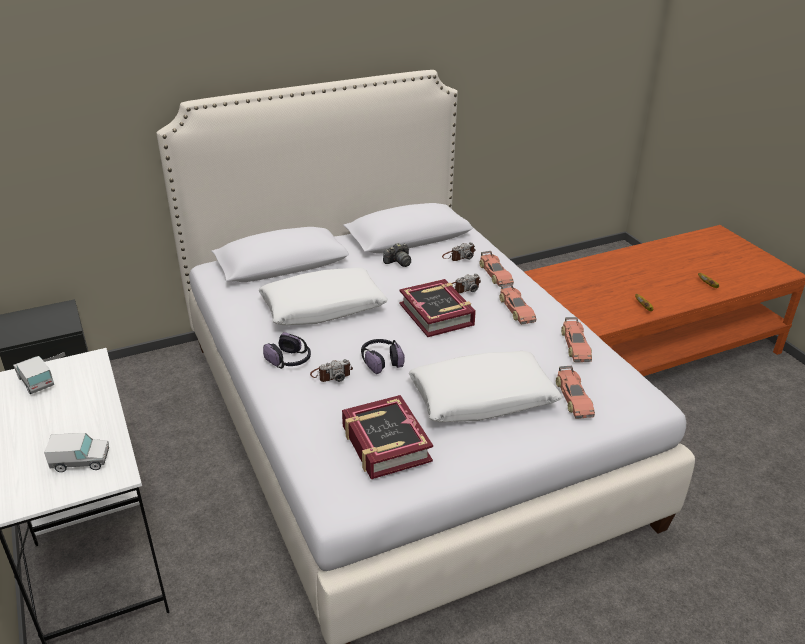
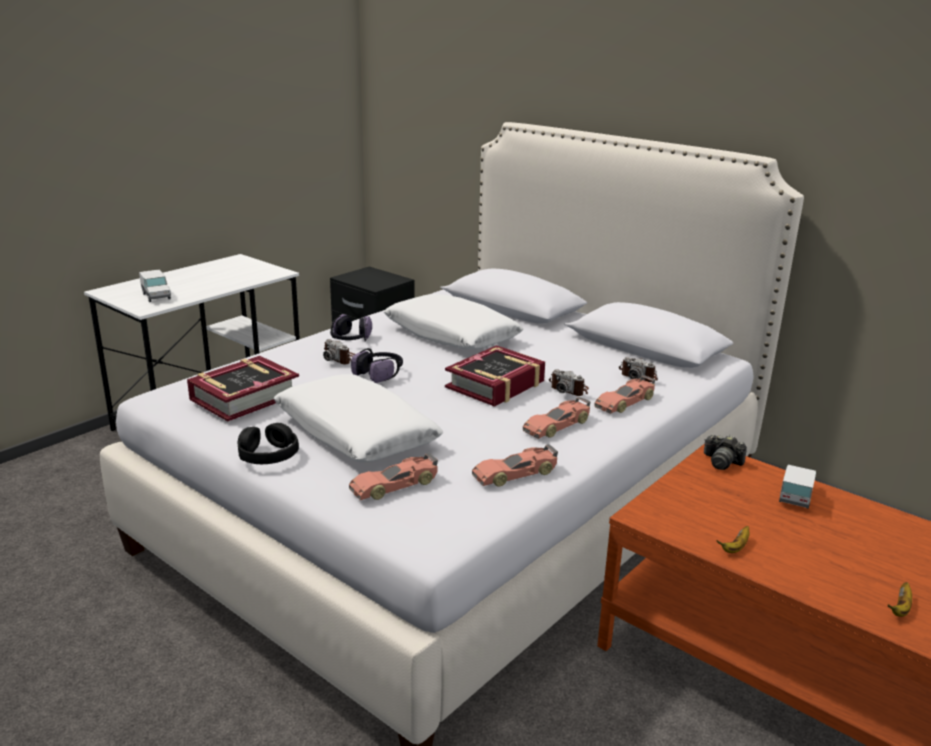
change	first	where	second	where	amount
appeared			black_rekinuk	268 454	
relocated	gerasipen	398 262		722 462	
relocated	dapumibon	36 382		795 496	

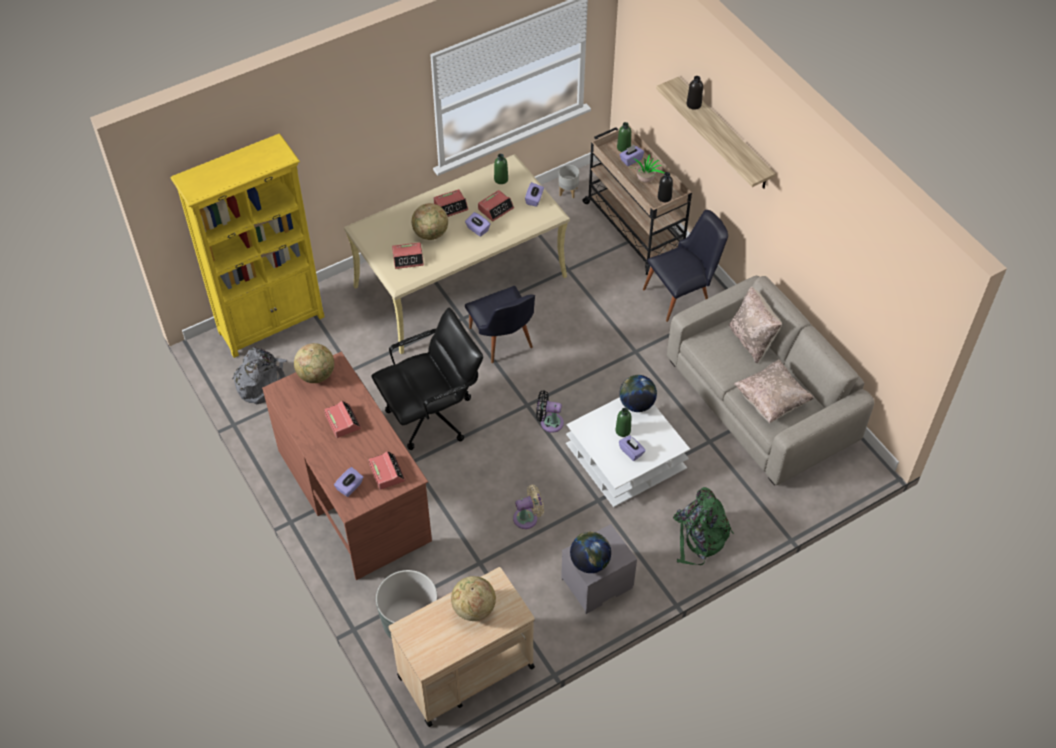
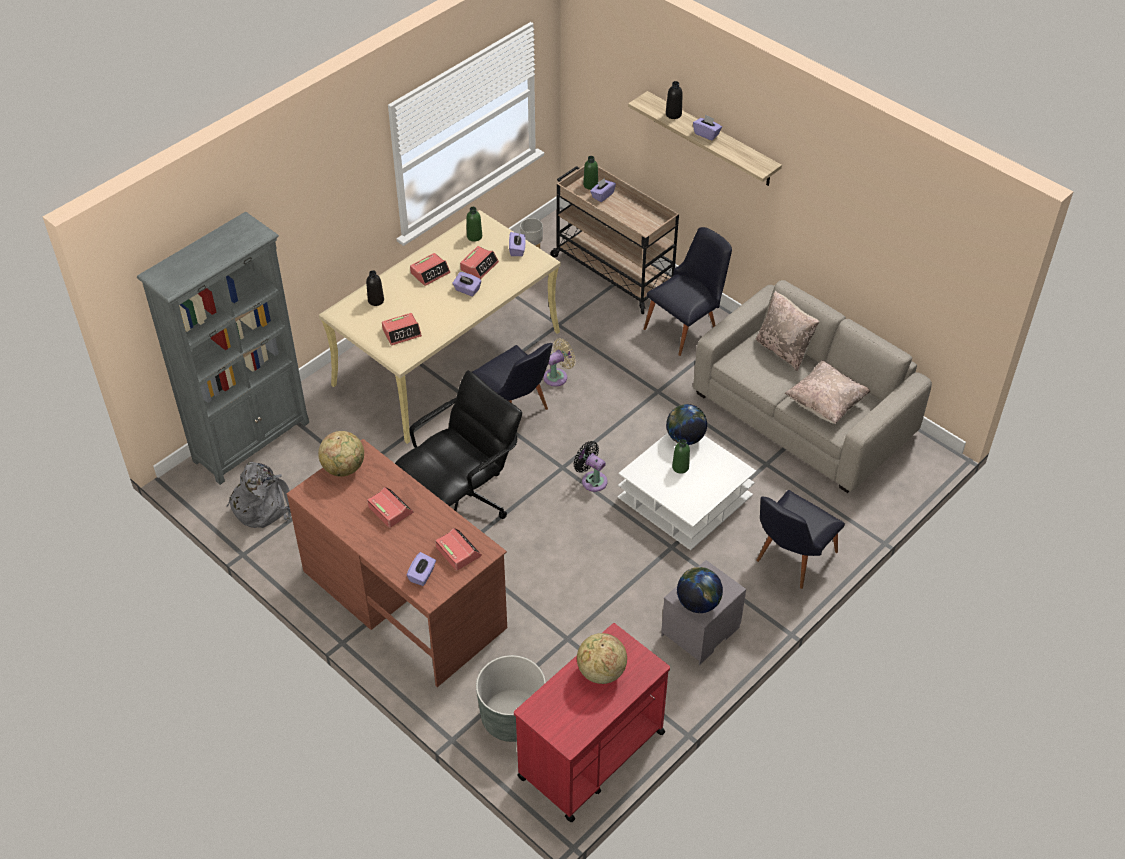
change	first	where	second	where	amount
colour	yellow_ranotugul	272 324	grey_ranotugul	252 441	
relocated	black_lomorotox	664 197		376 300	
colour	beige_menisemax	465 672	red_menisemax	590 755	
relocated	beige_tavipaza	528 517		558 376	
spun	black_tavipaza	549 422		592 480	45 degrees clockwise
relocated	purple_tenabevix	631 452		706 134	
exchanged	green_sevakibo	699 536	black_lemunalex	790 560	
missing	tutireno	431 234			
missing	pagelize	645 181			

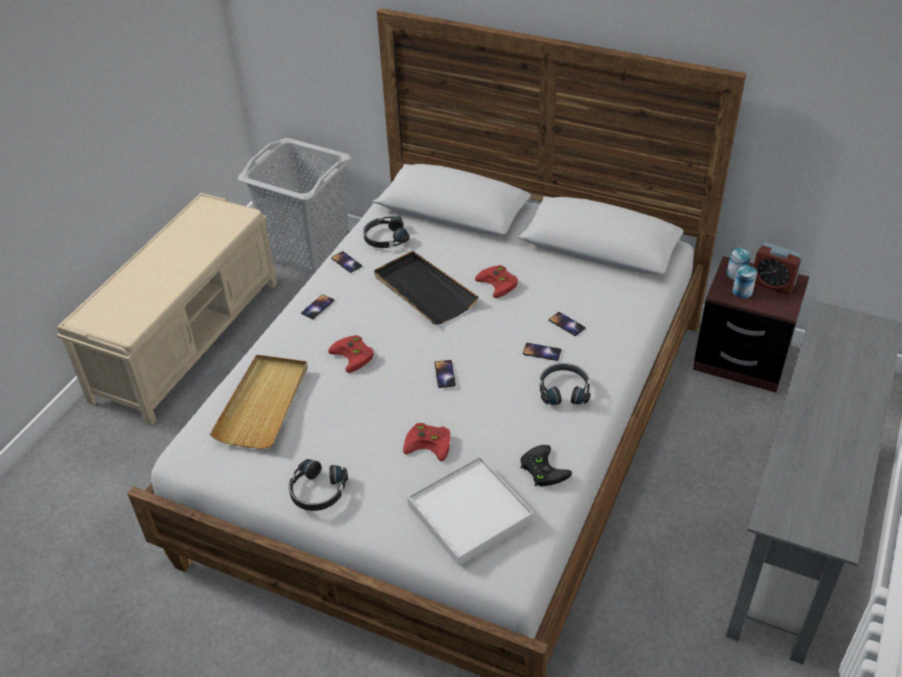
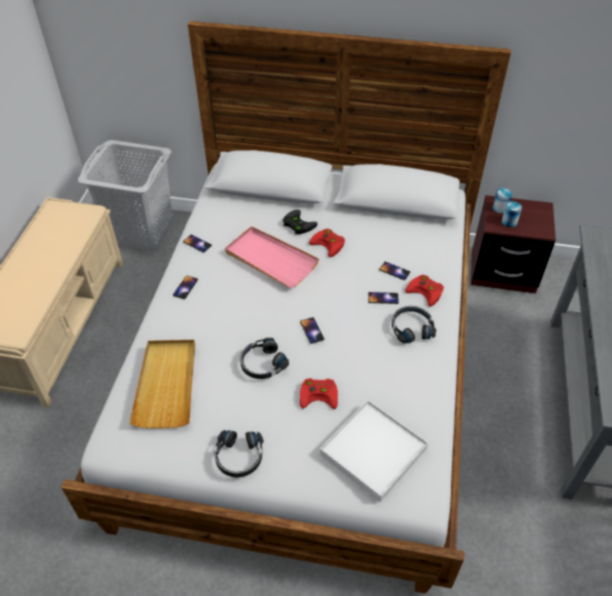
change	first	where	second	where	amount
colour	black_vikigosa	423 291	pink_vikigosa	270 259	
relocated	black_rekinuk	385 238		262 363	
relocated	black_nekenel	541 468		297 224	
relocated	red_nekenel	354 355		427 291	
missing	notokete	772 284			

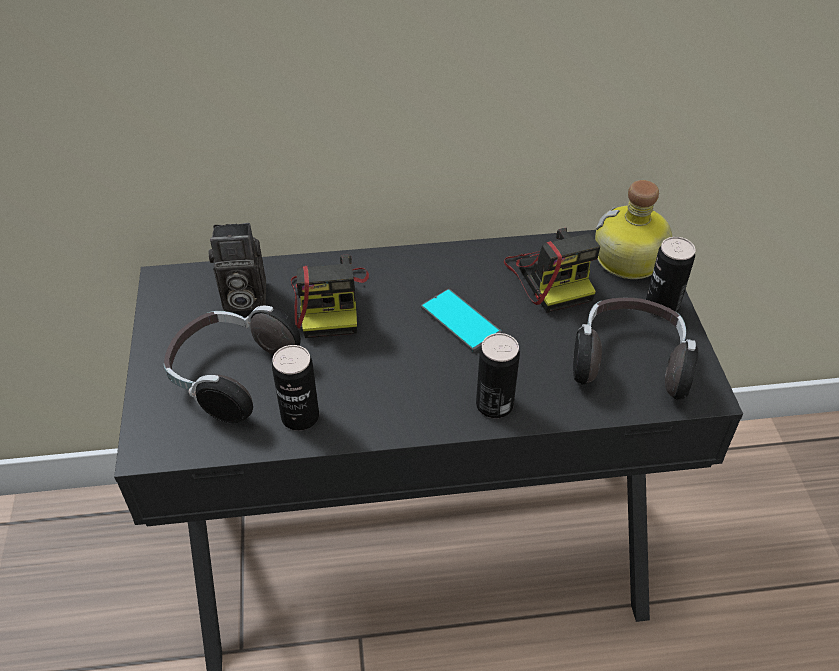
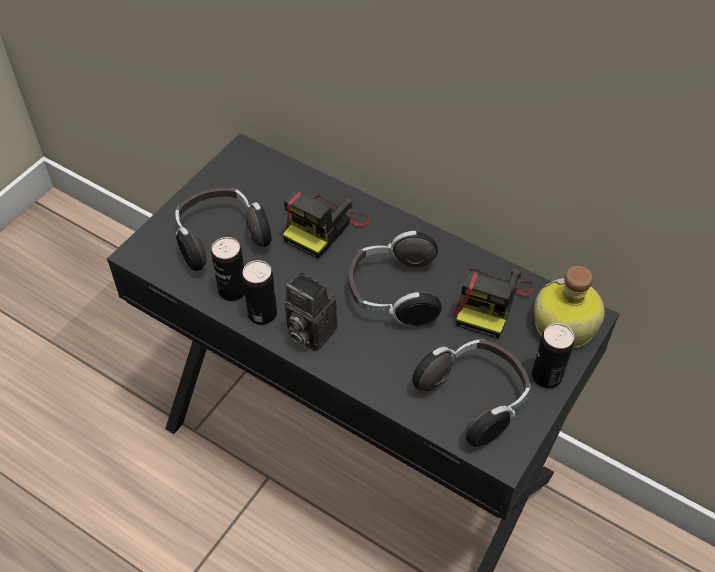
change	first	where	second	where	amount
relocated	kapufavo	494 405		262 313	
relocated	gerasipen	242 299		308 332	
exchanged	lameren	460 321	rekinuk	393 293	

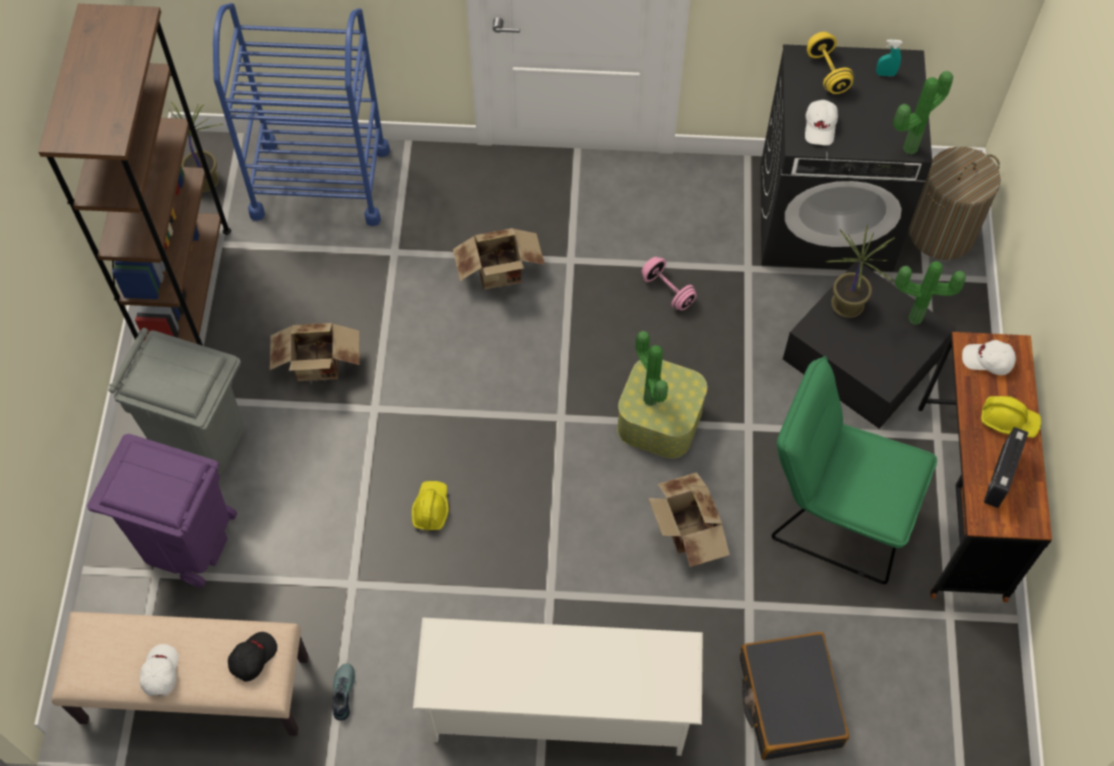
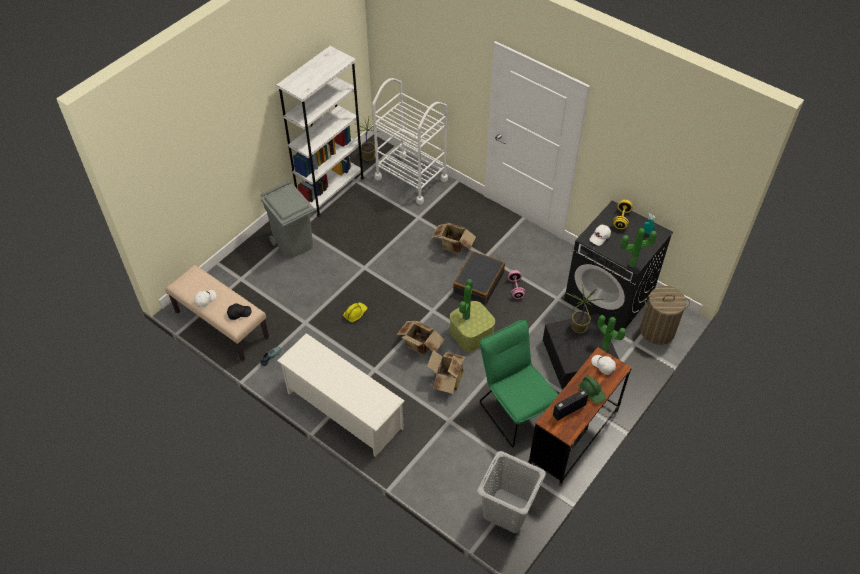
change	first	where	second	where	amount
colour	brown_ranotugul	186 289	white_ranotugul	330 190	
colour	blue_menisemax	320 182	white_menisemax	411 178	
relocated	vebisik	319 367		420 346	
relocated	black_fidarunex	789 701		478 283	
appeared			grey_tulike	507 510	
colour	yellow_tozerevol	1008 420	green_tozerevol	592 392	
missing	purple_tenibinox	186 542			

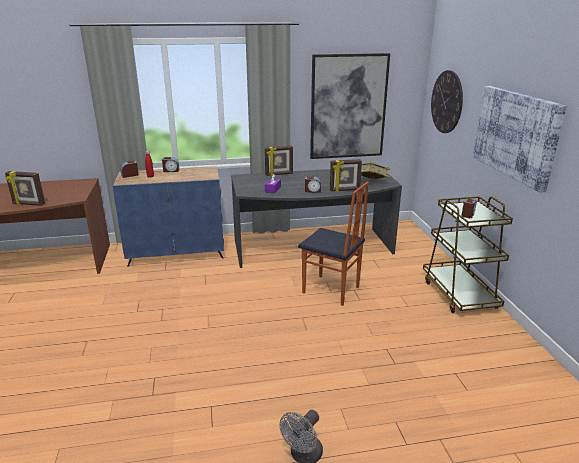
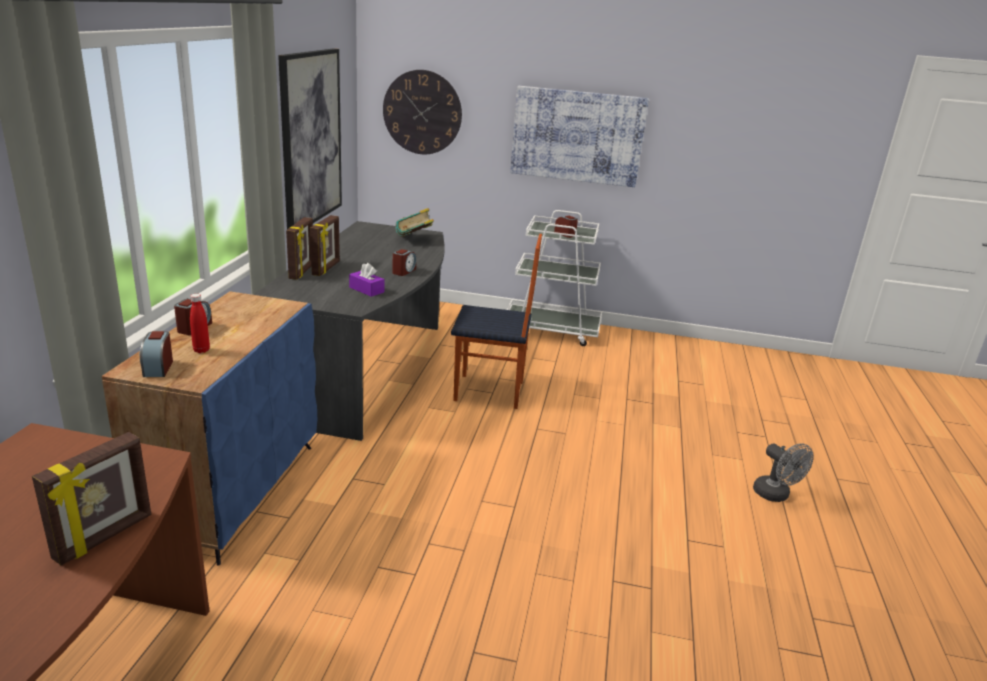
change	first	where	second	where	amount
relocated	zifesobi	344 190		326 268	
spun	lemunalex	331 290		489 392	45 degrees clockwise
colour	brown_menisemax	459 294	white_menisemax	552 330	

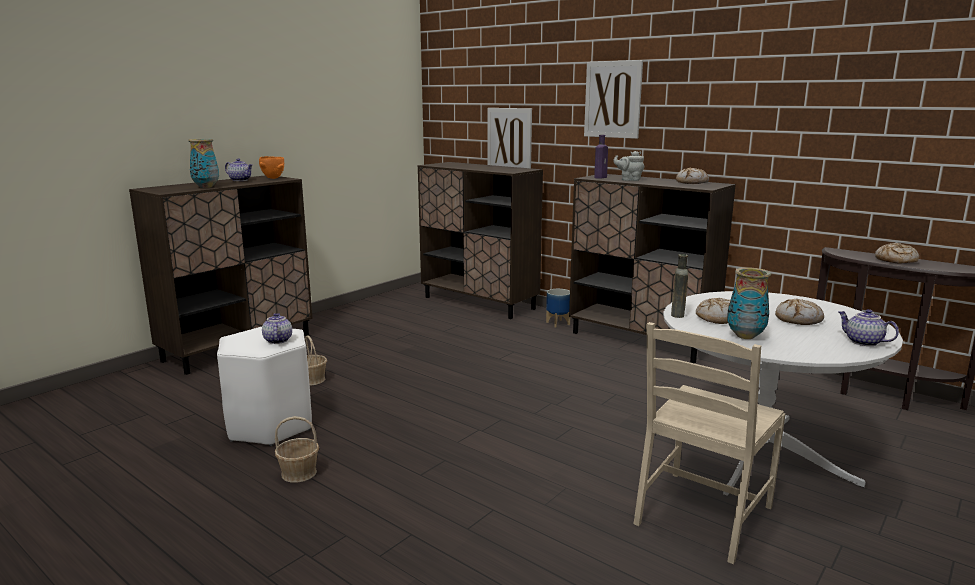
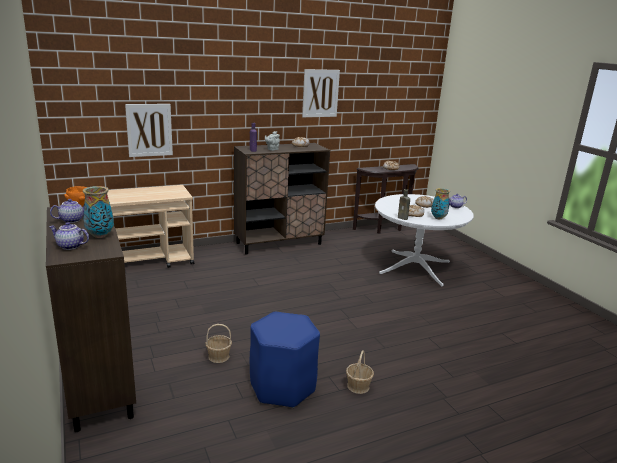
change	first	where	second	where	amount
relocated	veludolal	277 340		70 246	
exchanged	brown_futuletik	479 303	beige_menisemax	149 261	
colour	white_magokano	270 425	blue_magokano	282 387	
relocated	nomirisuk	613 99		320 93	
missing	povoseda	558 323			
missing	beige_lemunalex	702 515			

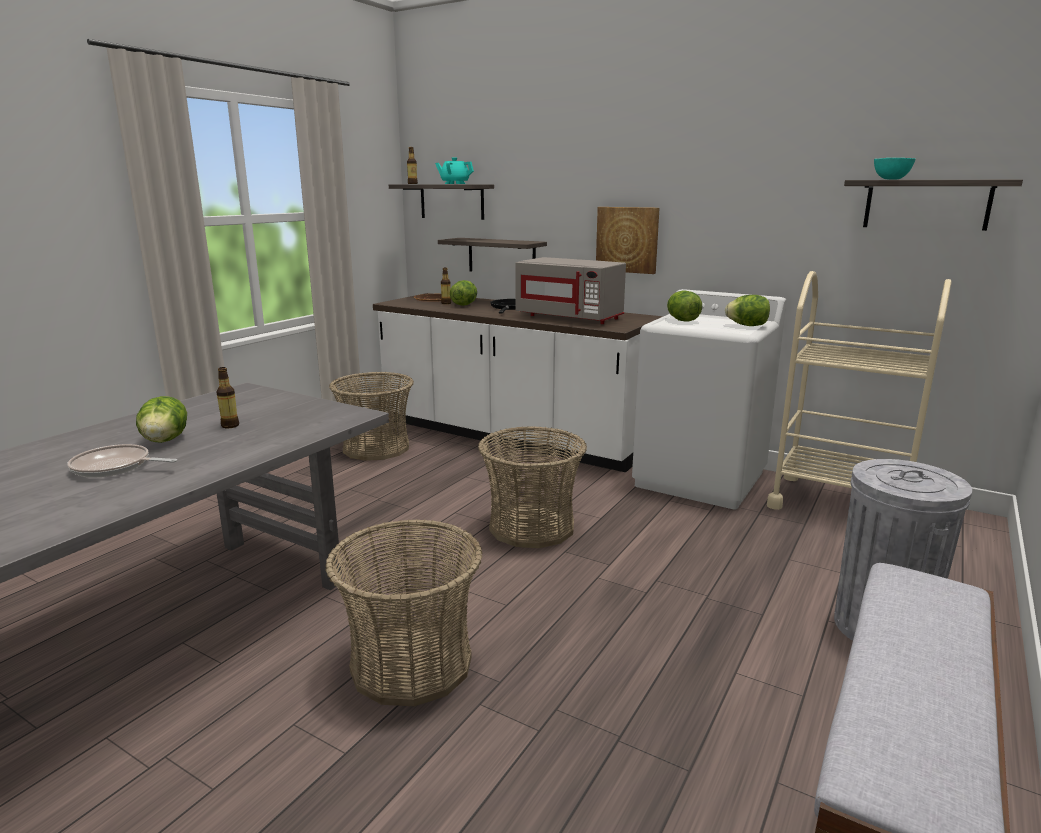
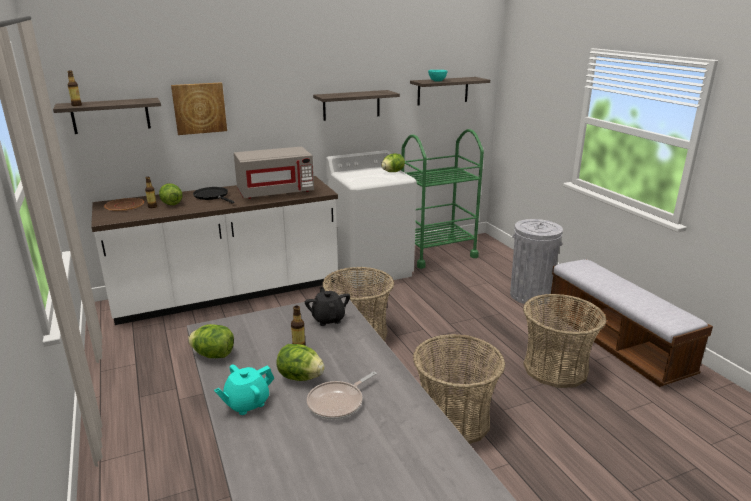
change	first	where	second	where	amount
relocated	nomirisuk	627 239		199 108	
relocated	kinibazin	682 320		213 355	
relocated	turquoise_veludolal	454 184		246 403	
appeared			black_veludolal	328 319	
relocated	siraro	501 256		351 105	
colour	beige_menisemax	840 504	green_menisemax	437 253	
relocated	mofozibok	376 448		555 368	

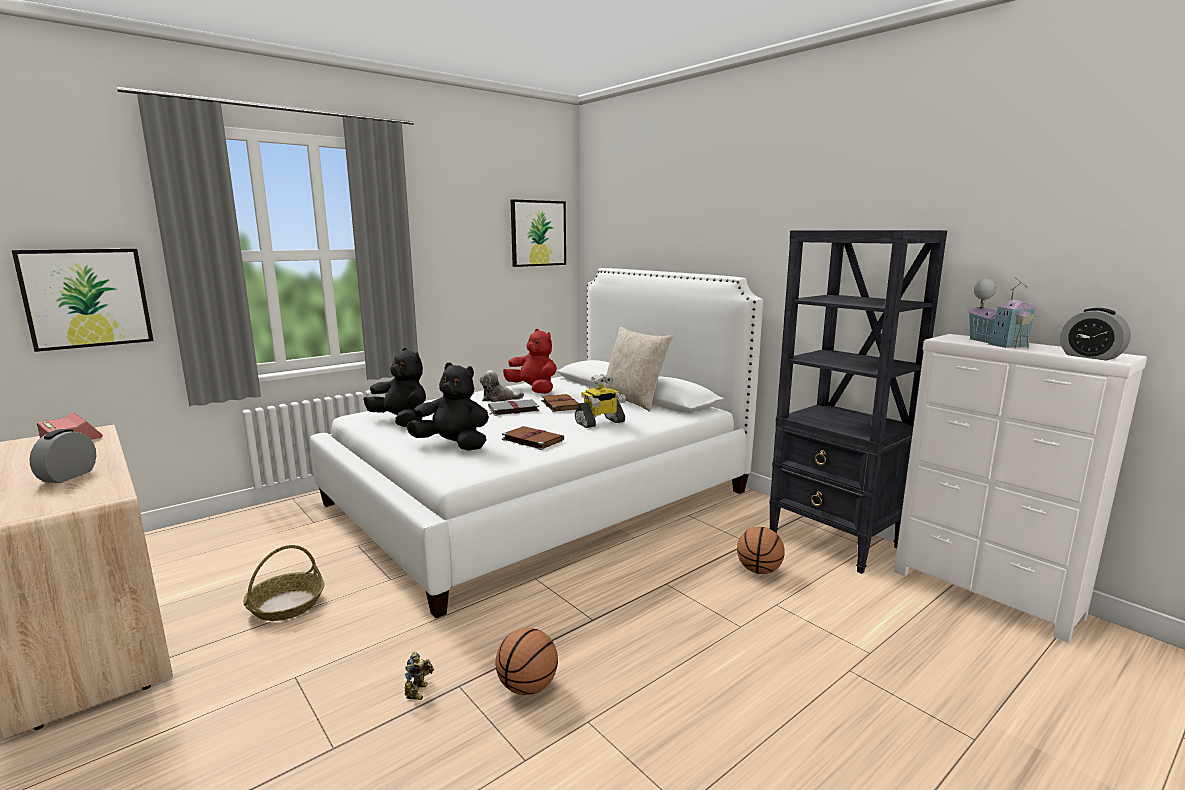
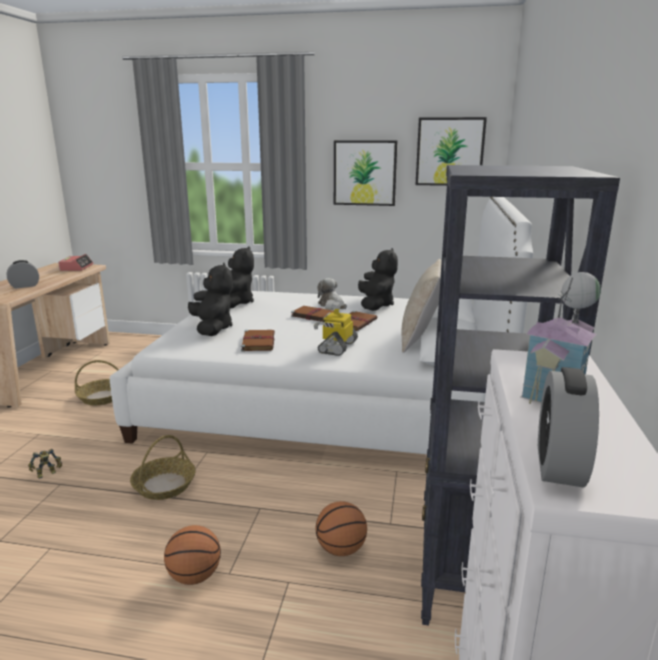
change	first	where	second	where	amount
appeared			mofozibok	164 485	
relocated	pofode	527 687		194 576	
colour	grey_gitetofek	512 409	brown_gitetofek	314 315	
spun	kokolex	600 422		337 347	90 degrees clockwise
relocated	nomirisuk	87 298		365 173	
colour	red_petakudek	533 390	black_petakudek	376 305	

